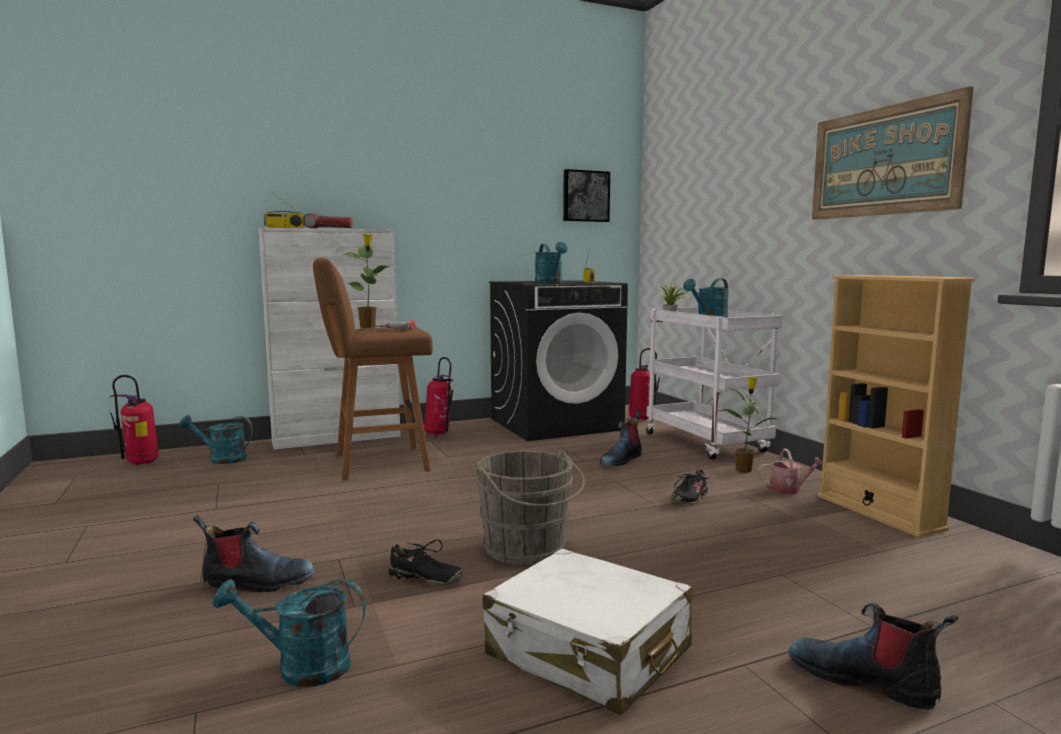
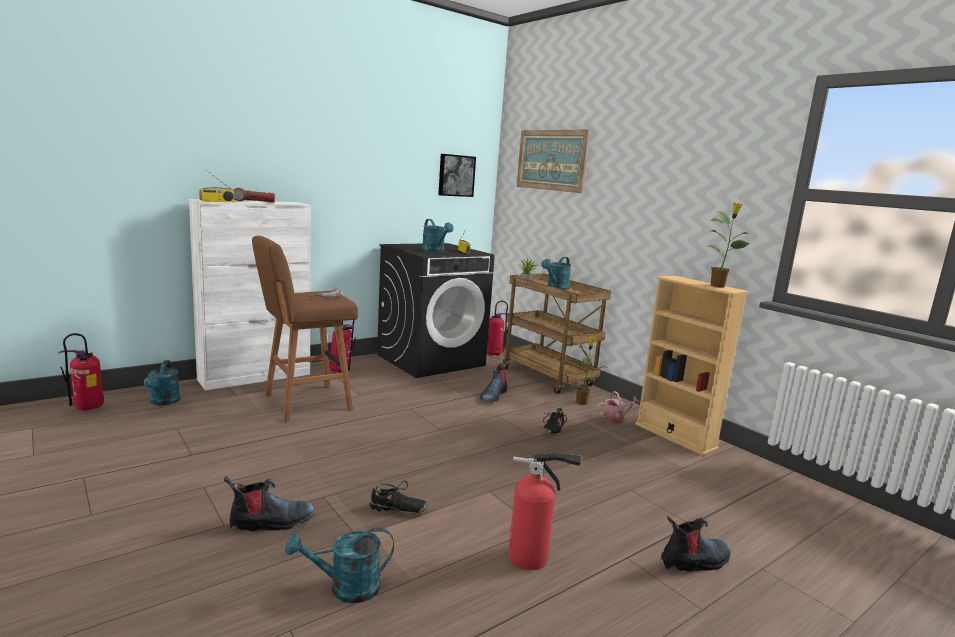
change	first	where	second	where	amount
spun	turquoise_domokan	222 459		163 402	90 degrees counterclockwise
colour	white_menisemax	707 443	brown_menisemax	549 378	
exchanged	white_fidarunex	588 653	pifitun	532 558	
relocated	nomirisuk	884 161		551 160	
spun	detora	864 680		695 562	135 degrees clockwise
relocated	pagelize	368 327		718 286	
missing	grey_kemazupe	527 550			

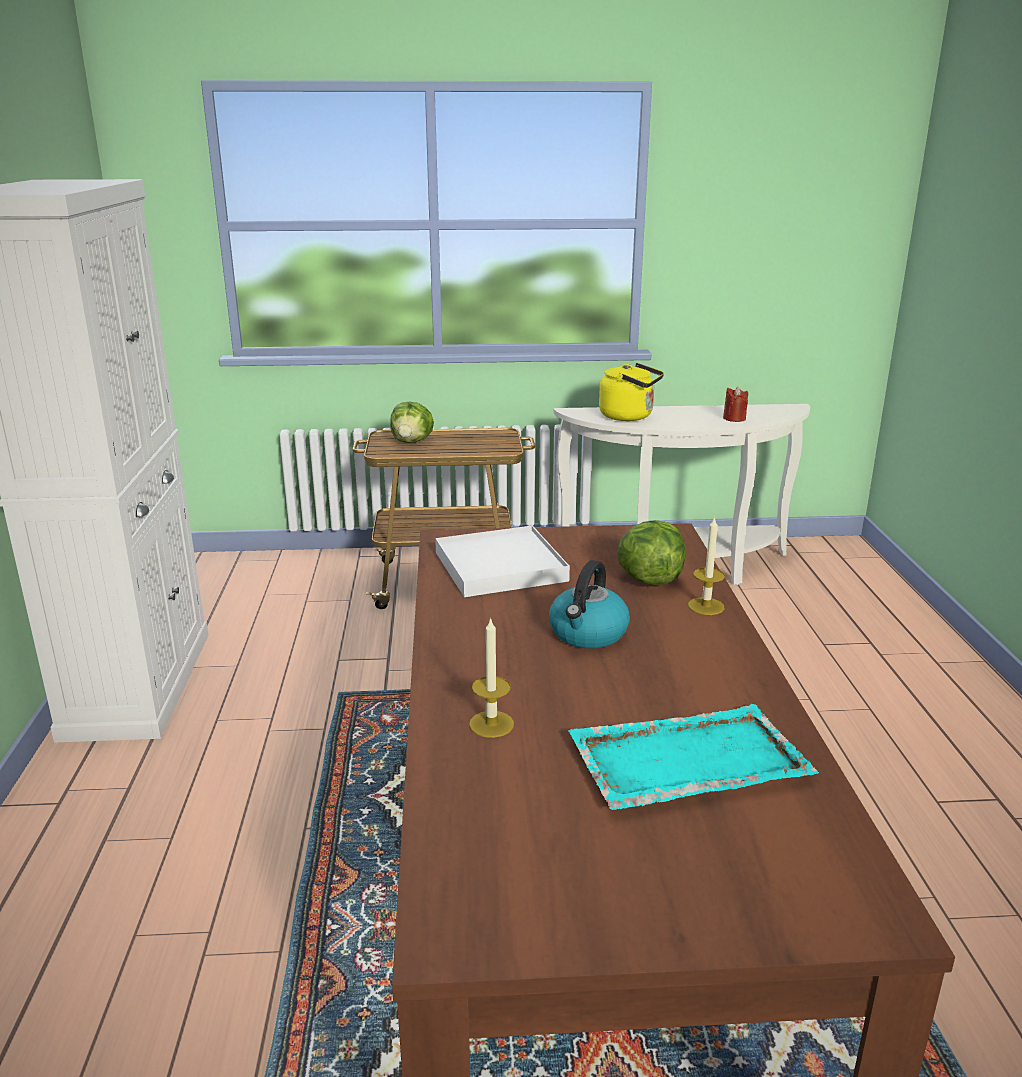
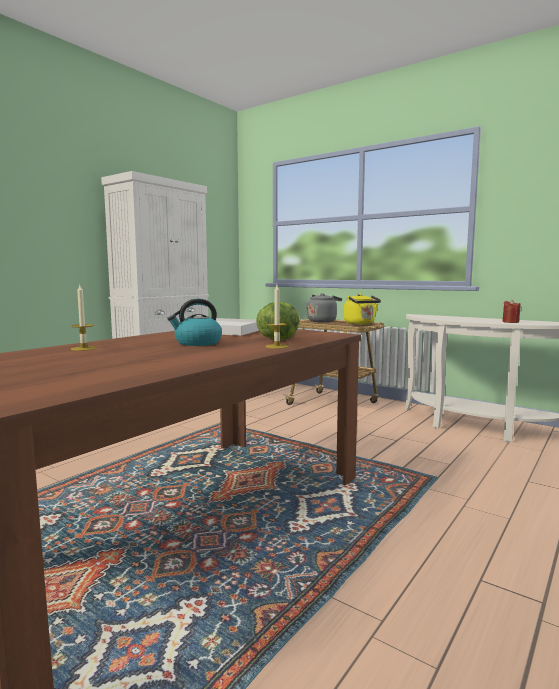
change	first	where	second	where	amount
exchanged	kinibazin	412 442	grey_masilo	323 321	
relocated	yellow_masilo	629 416		360 323	
missing	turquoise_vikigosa	686 761			

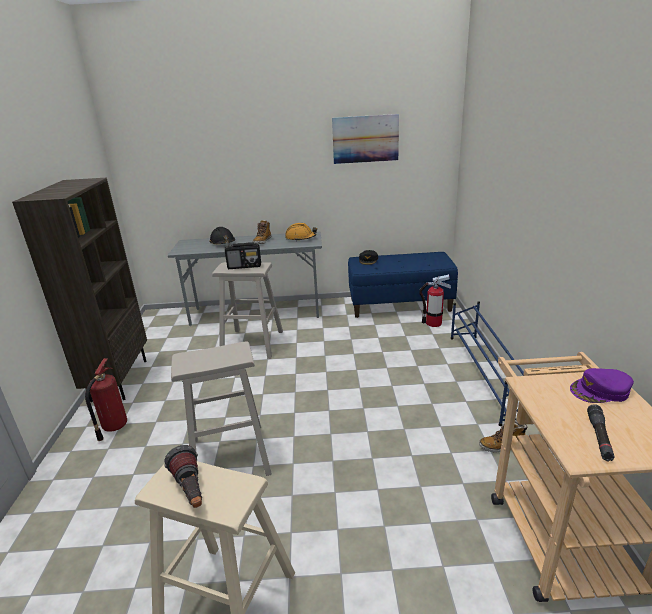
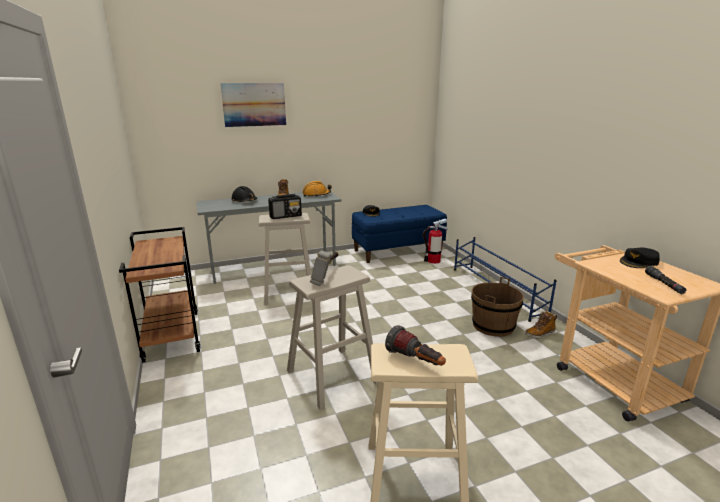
change	first	where	second	where	amount
exchanged	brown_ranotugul	119 380	brown_menisemax	171 335	
relocated	nomirisuk	365 139		254 104	
appeared			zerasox	327 274	
appeared			brown_kemazupe	493 326	
colour	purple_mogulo	600 391	black_mogulo	639 262	
missing	pifitun	113 427			

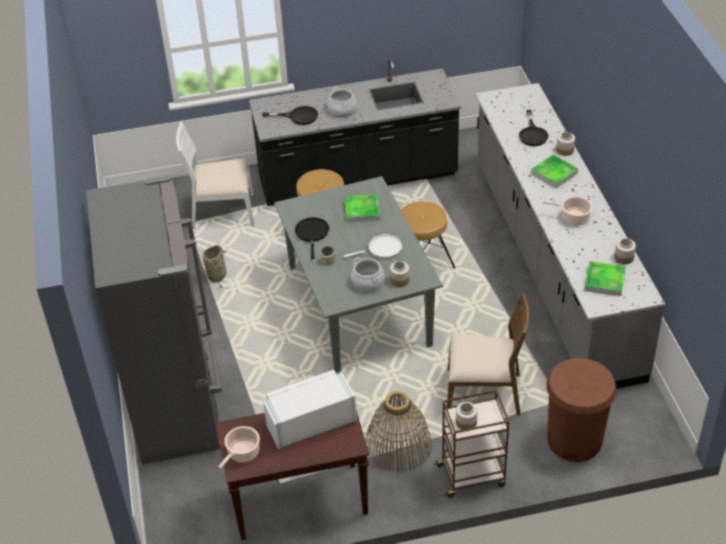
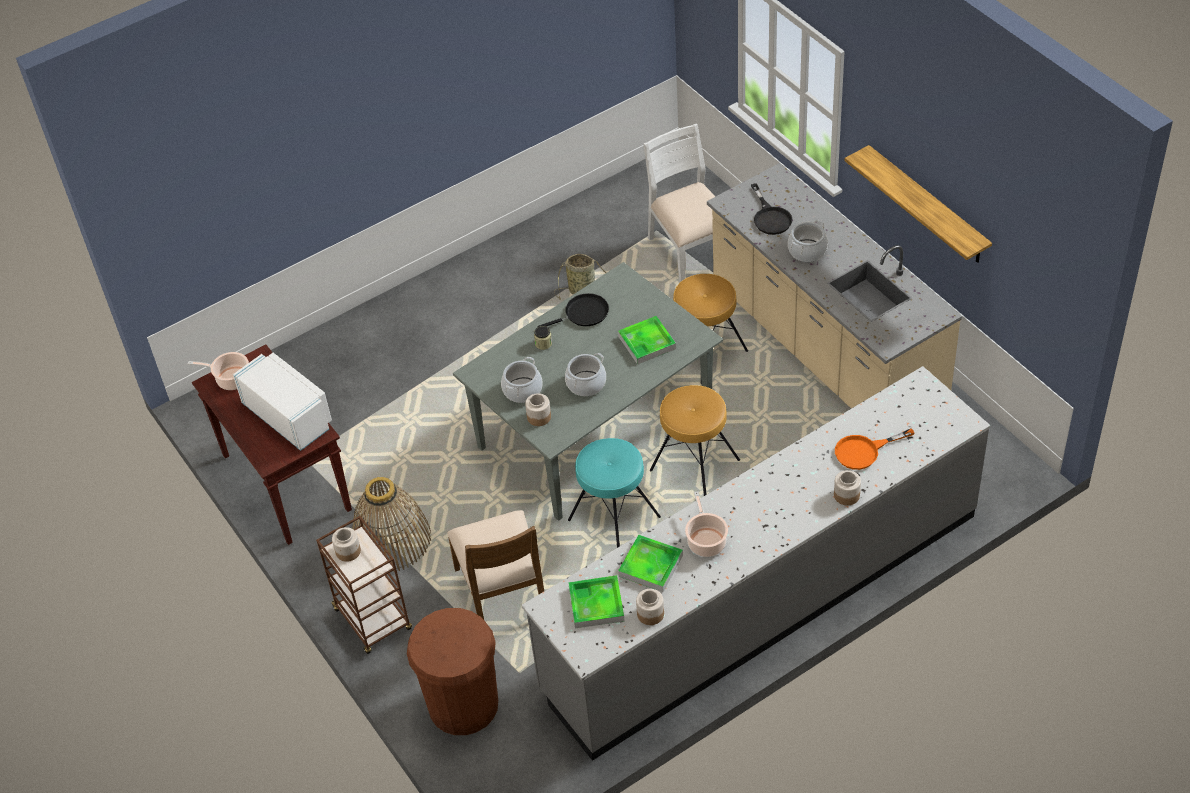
change	first	where	second	where	amount
exchanged	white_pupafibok	382 249	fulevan	586 384	
appeared			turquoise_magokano	614 519	
relocated	vikigosa	554 173		650 565	
colour	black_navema	357 178	beige_navema	825 348	
colour	black_pupafibok	532 134	orange_pupafibok	864 451	
appeared			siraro	927 206	
missing	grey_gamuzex	179 407			

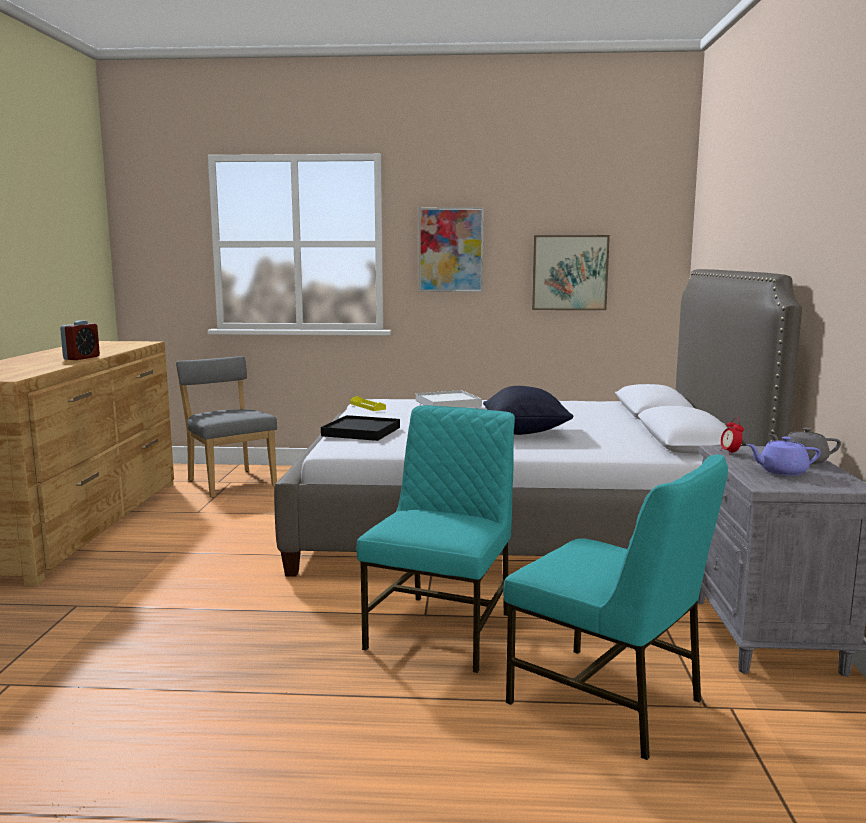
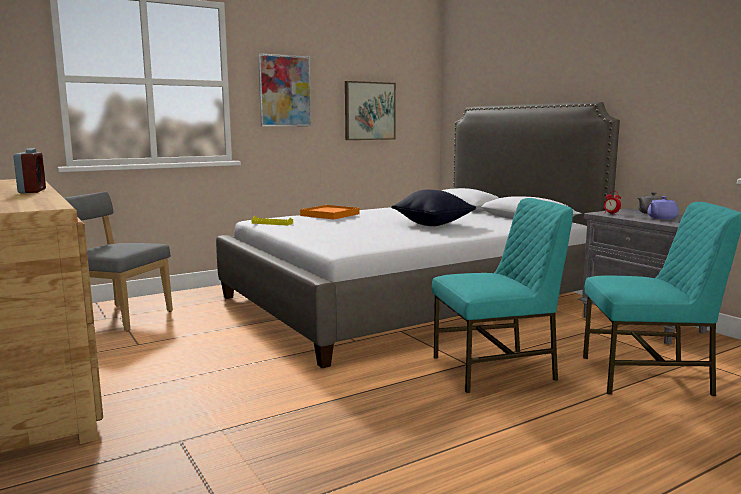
change	first	where	second	where	amount
colour	white_vikigosa	448 403	orange_vikigosa	330 215	
spun	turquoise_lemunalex	443 630		496 369	90 degrees clockwise
missing	black_vikigosa	361 432			

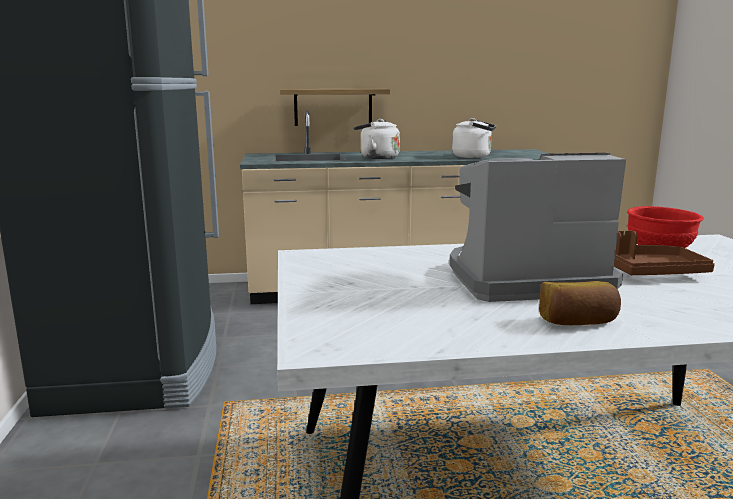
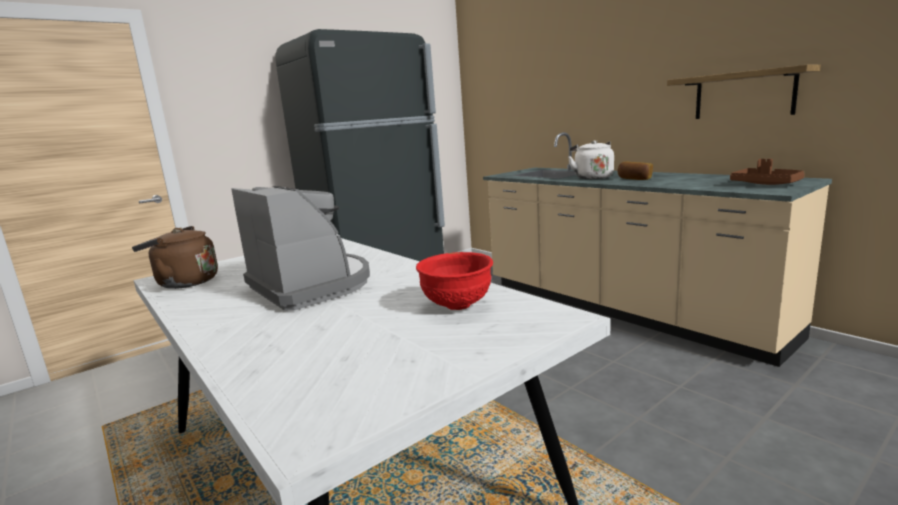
change	first	where	second	where	amount
appeared			brown_masilo	184 283	
relocated	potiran	578 321		634 179	
relocated	siraro	333 107		743 95	
relocated	brown_vikigosa	651 272		766 184	
missing	white_masilo	474 156			

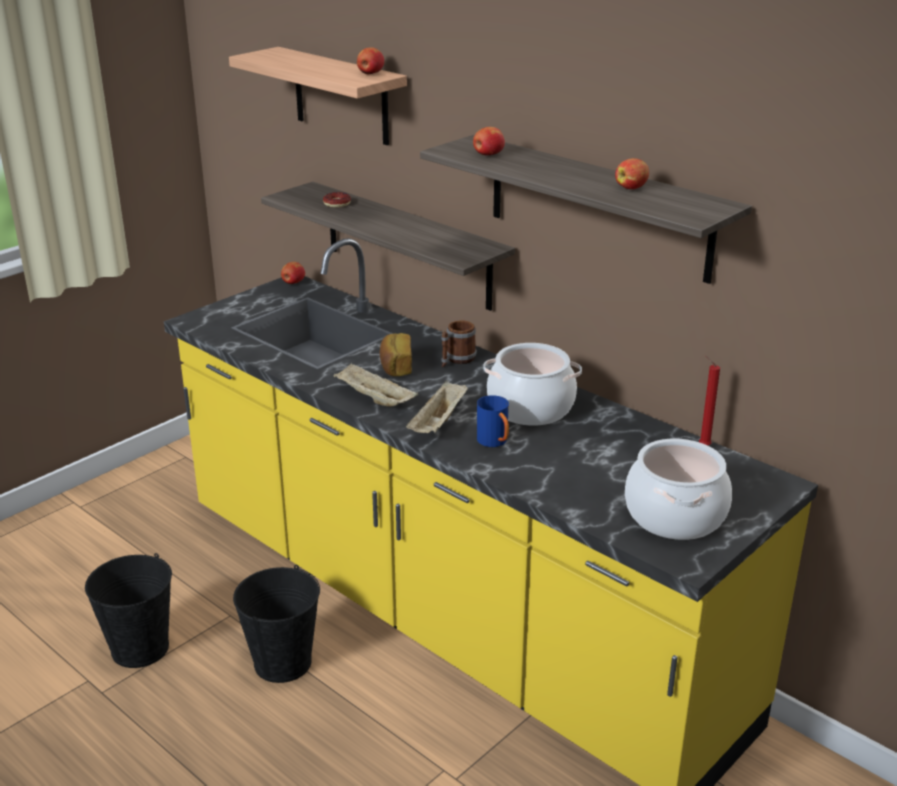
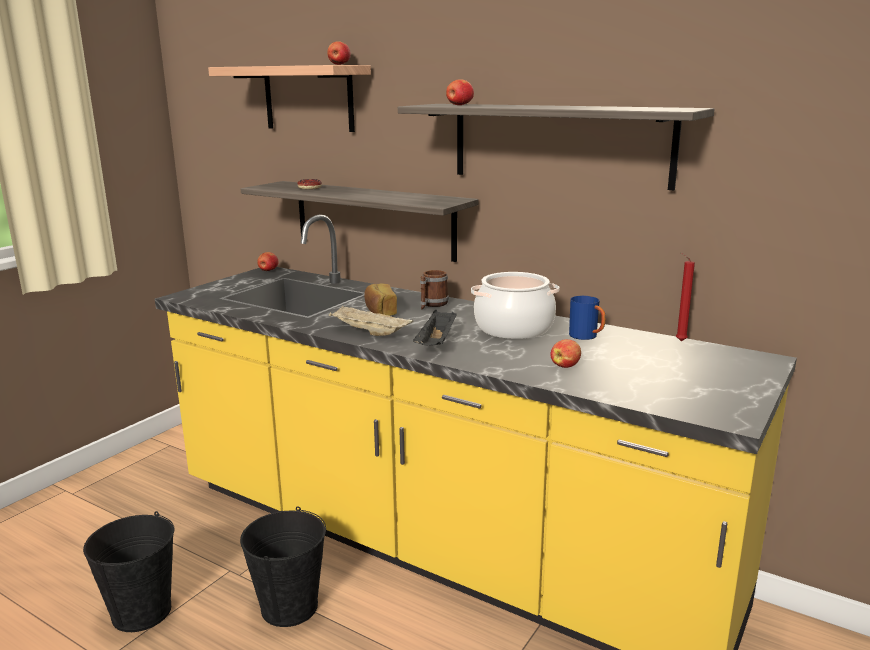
change	first	where	second	where	amount
colour	beige_vikigosa	438 423	black_vikigosa	437 344	
relocated	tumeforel	631 188		565 366	
relocated	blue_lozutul	495 443		587 337	
missing	fulevan	675 515			

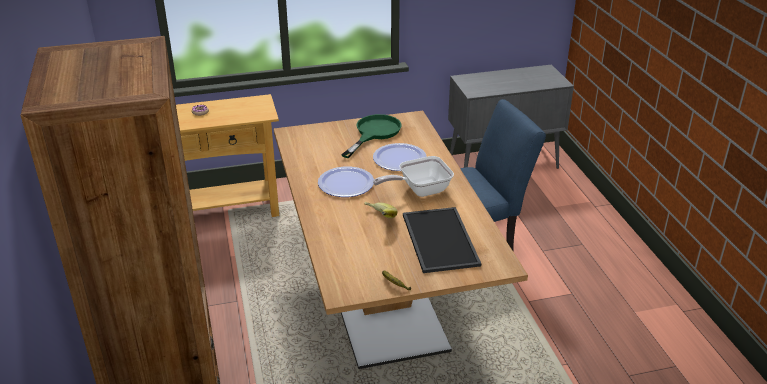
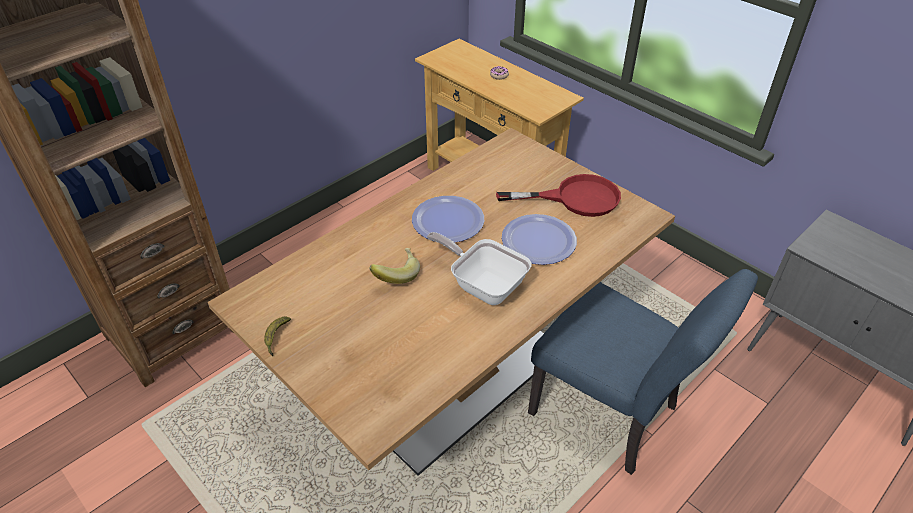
change	first	where	second	where	amount
colour	green_pupafibok	374 133	red_pupafibok	575 198	
missing	vikigosa	438 239			

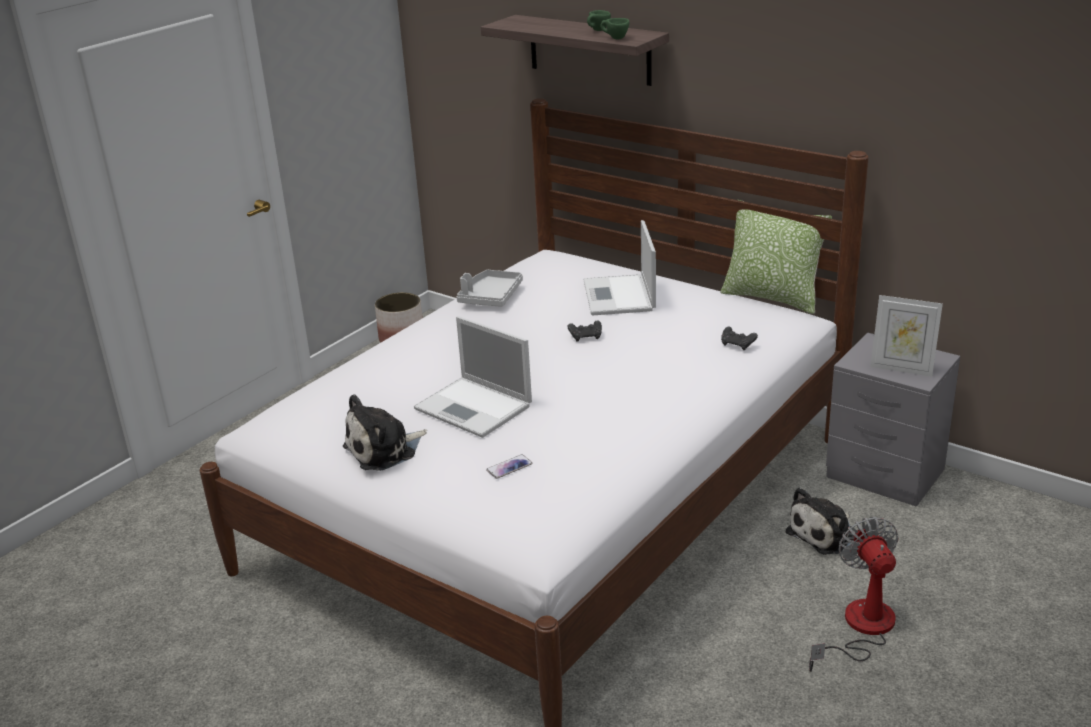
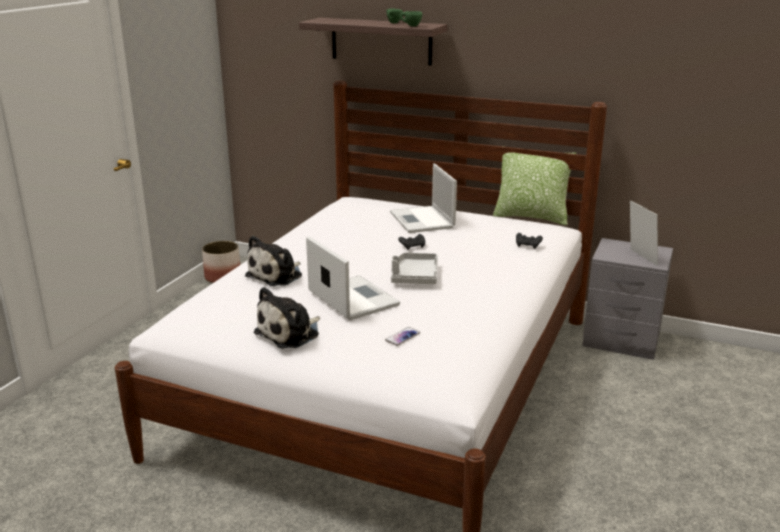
change	first	where	second	where	amount
relocated	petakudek	824 534		277 275	
spun	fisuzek	475 408		352 298	150 degrees counterclockwise
relocated	grey_vikigosa	490 297		414 276	
spun	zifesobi	902 368		640 258	120 degrees counterclockwise
missing	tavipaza	860 628			

